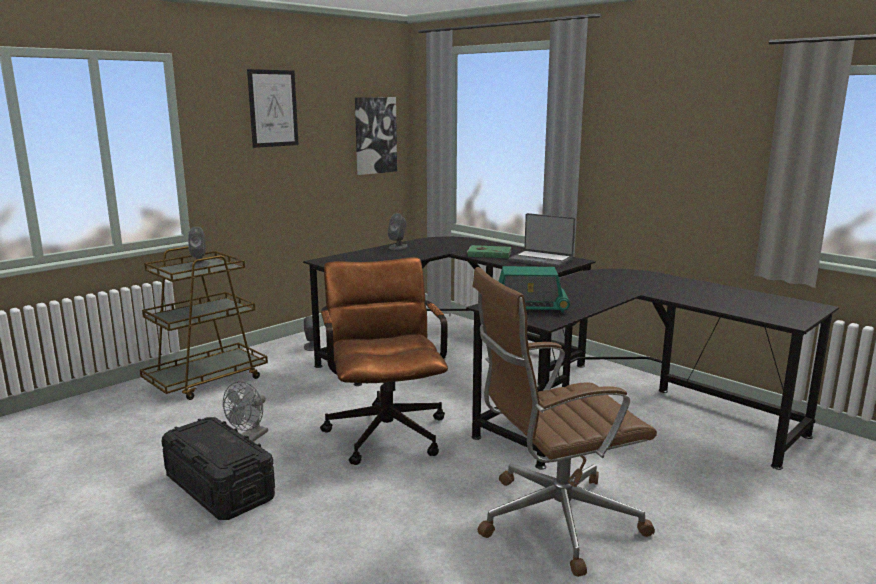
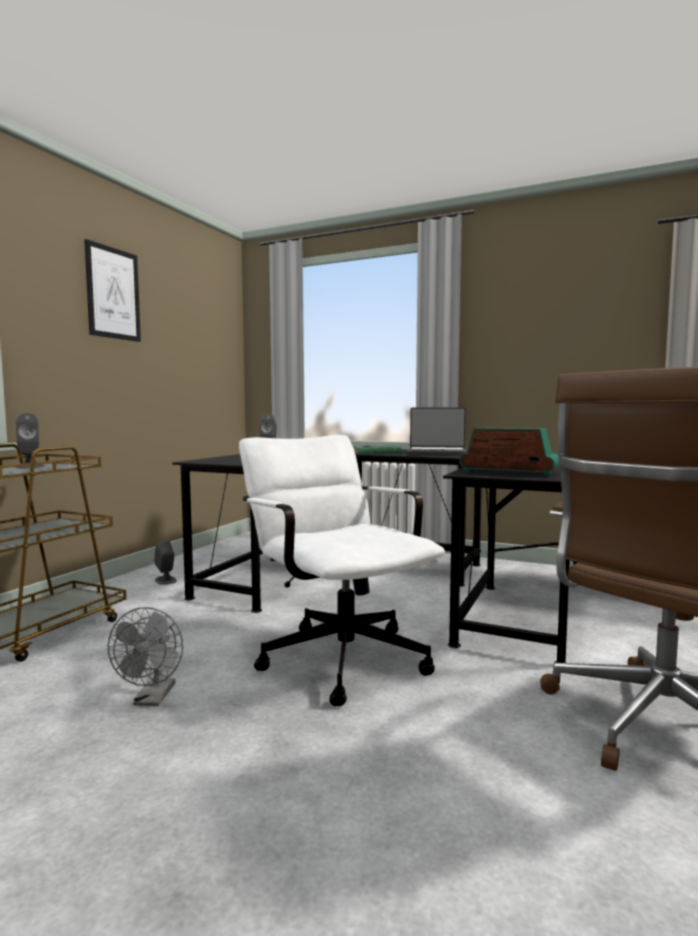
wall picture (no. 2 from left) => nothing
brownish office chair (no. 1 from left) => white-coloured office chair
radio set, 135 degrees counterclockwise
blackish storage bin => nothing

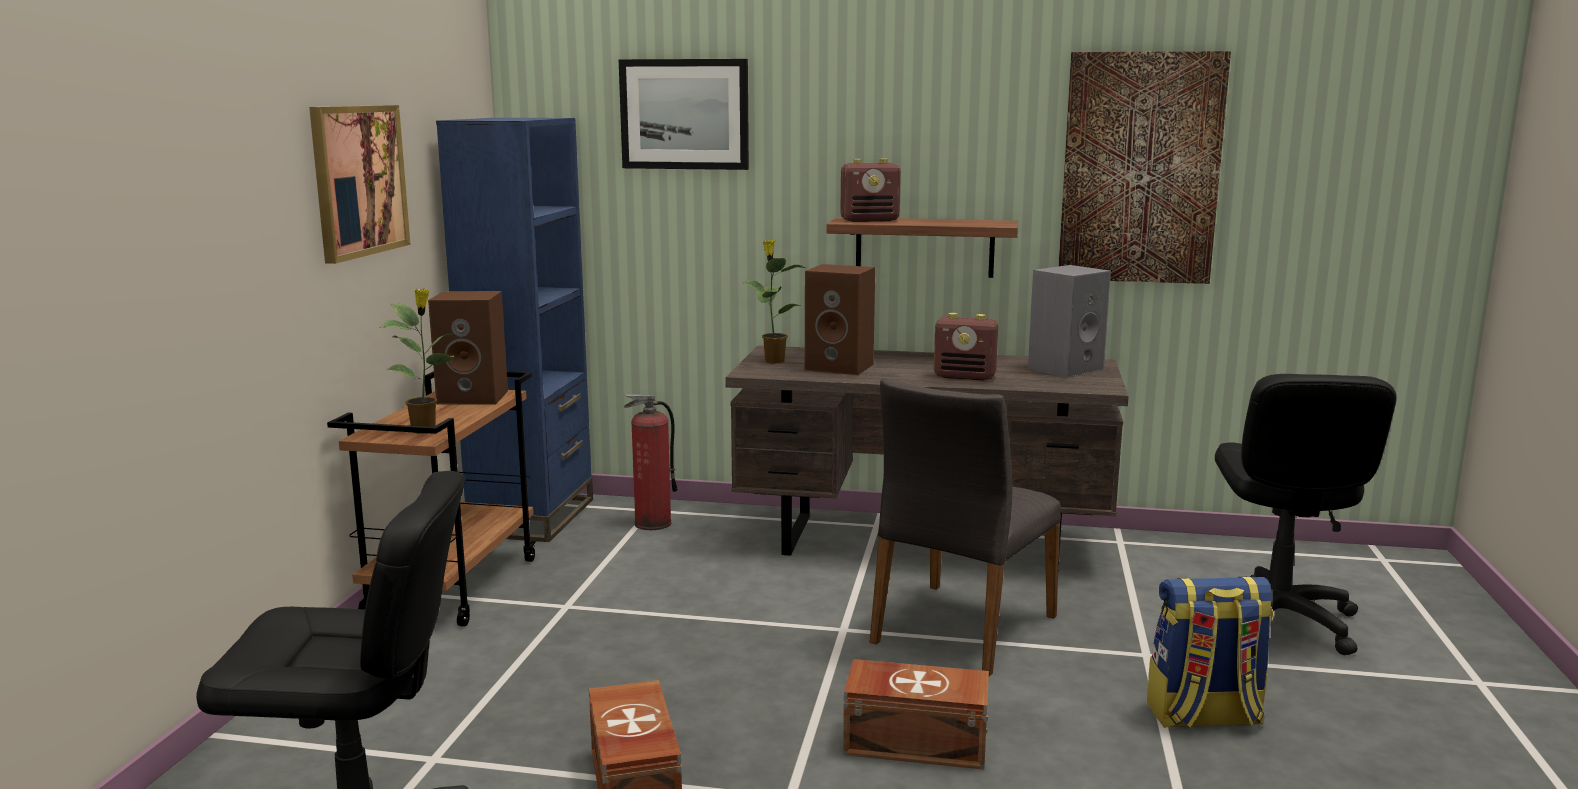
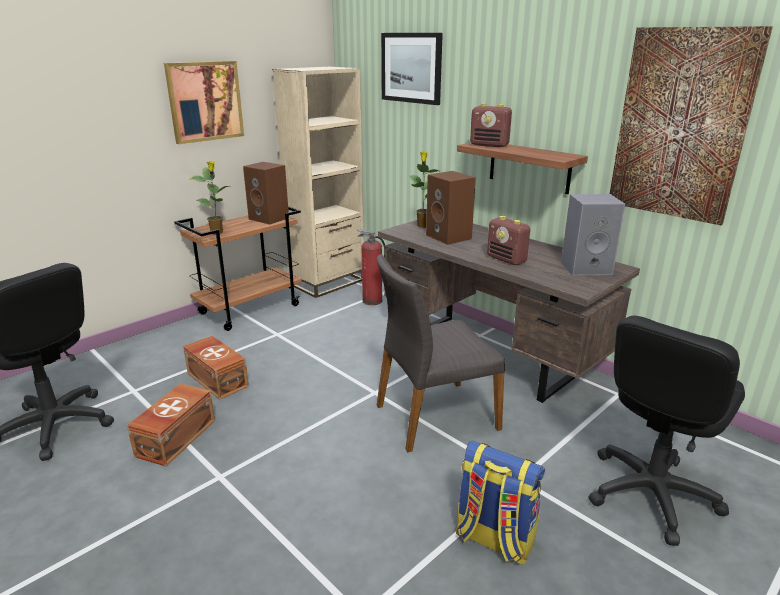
bluish bookcase => beige bookcase
brownish storage bin (no. 2 from left), relocated

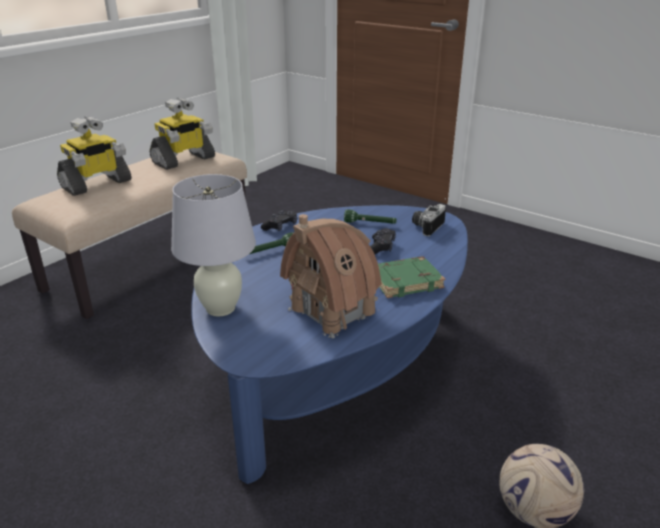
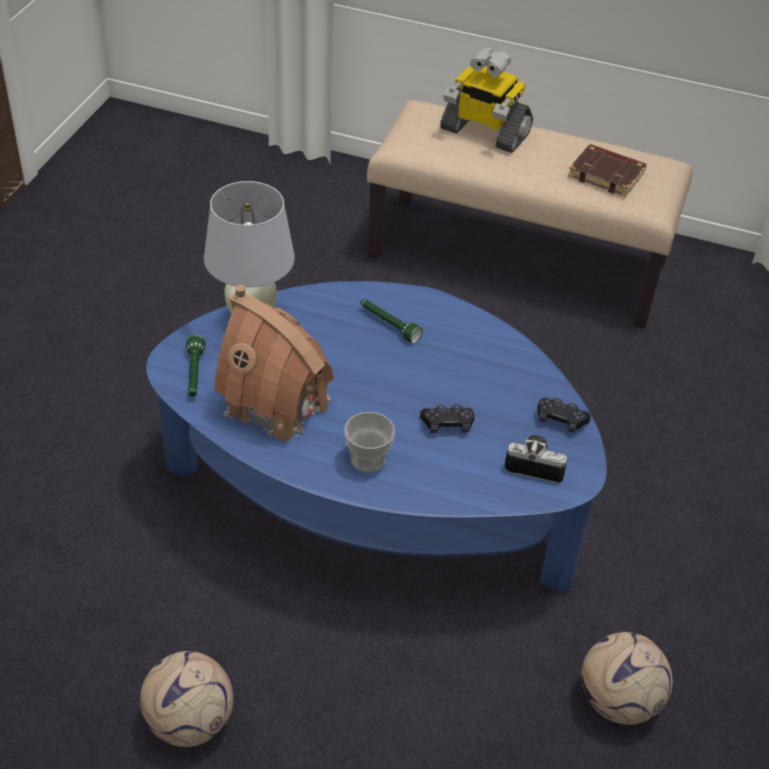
toy robot (no. 2 from left) => brownish bound book
green-coloured flashlight (no. 2 from left in the first image) => green-coloured flashlight (no. 1 from left), relocated
blackish gamepad (no. 1 from left in the first image) => blackish gamepad (no. 2 from left), relocated
green-coloured bound book => small cup
nothing => football ball (no. 2 from left)

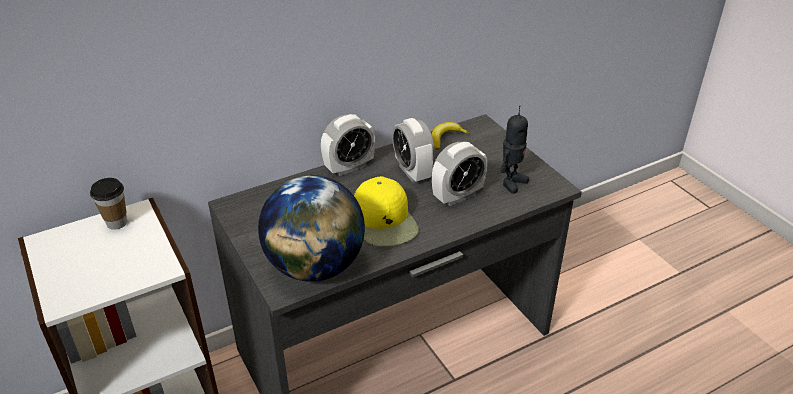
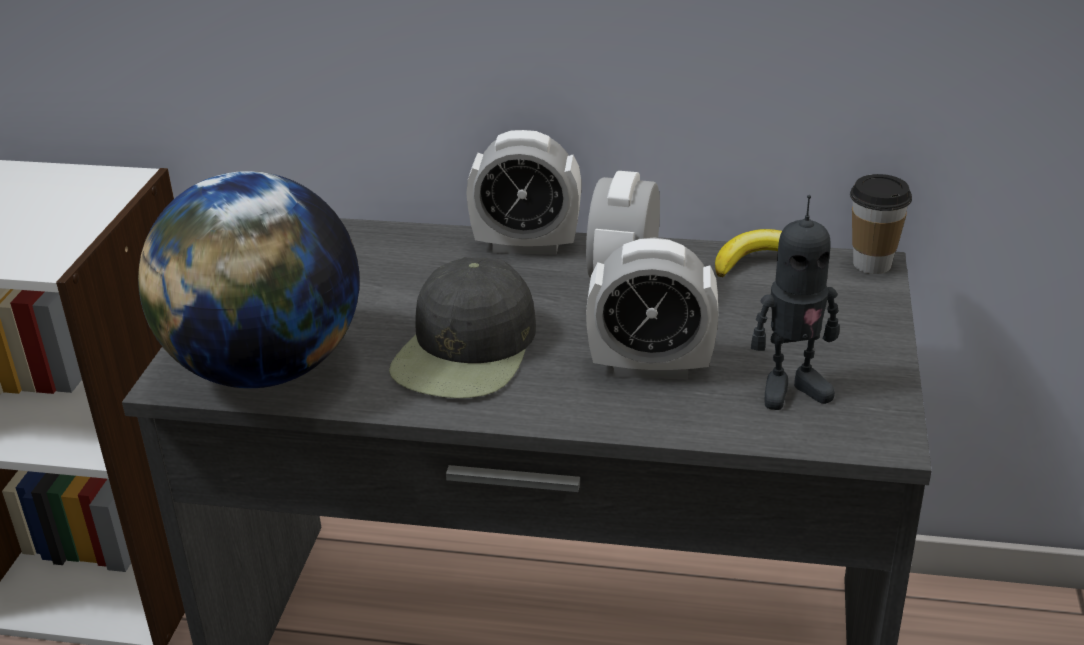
yellow cap => blackish cap
small cup, relocated

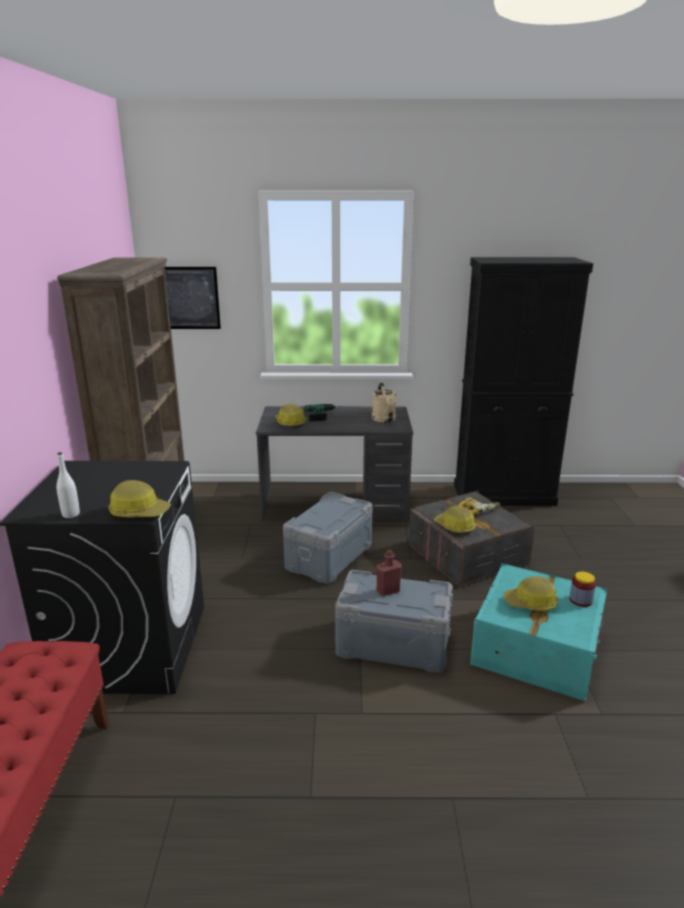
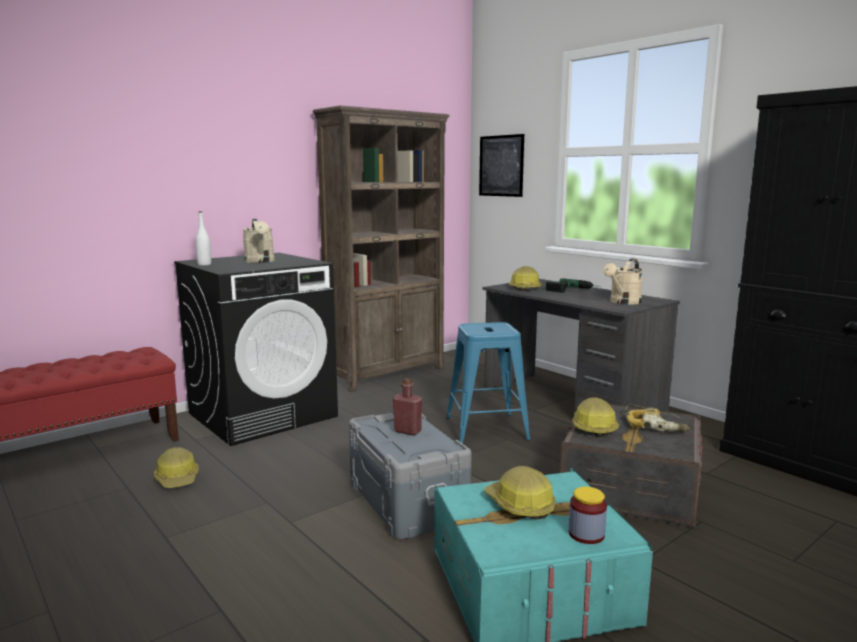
work helmet (no. 1 from left), relocated
greyish storage bin (no. 1 from left) => bluish stool seat
nothing => beige sprinkling can (no. 1 from left)

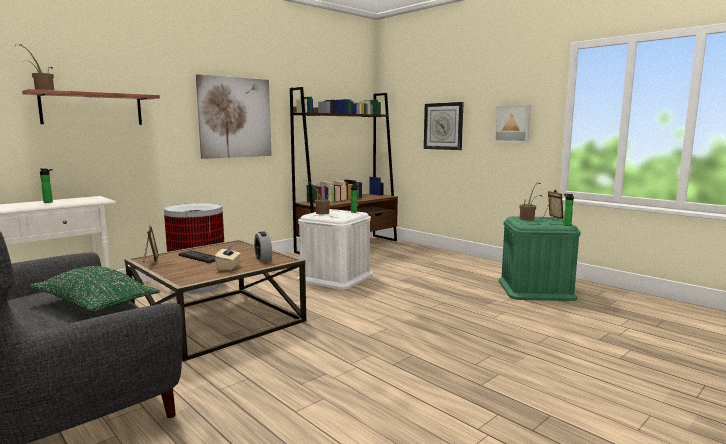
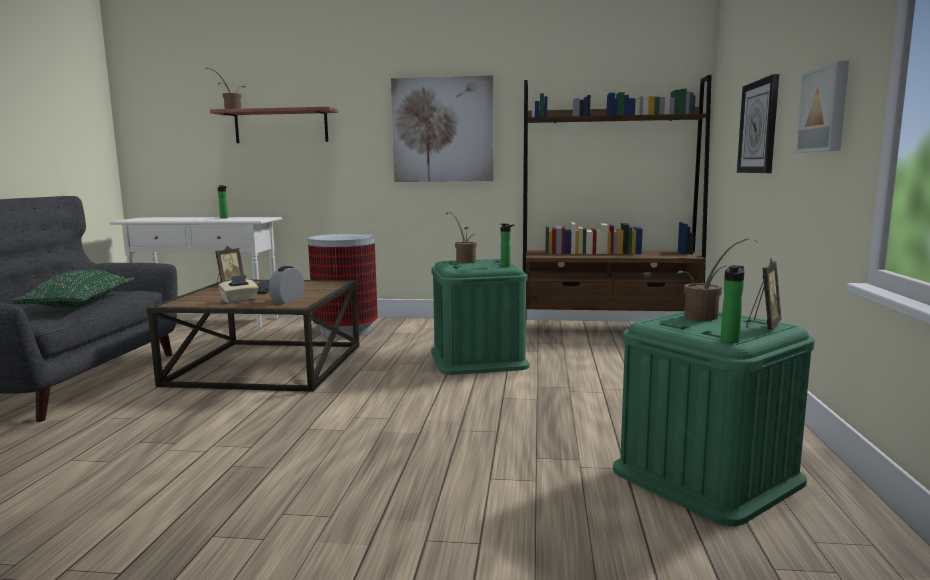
white-coloured storage bin => green-coloured storage bin (no. 1 from left)

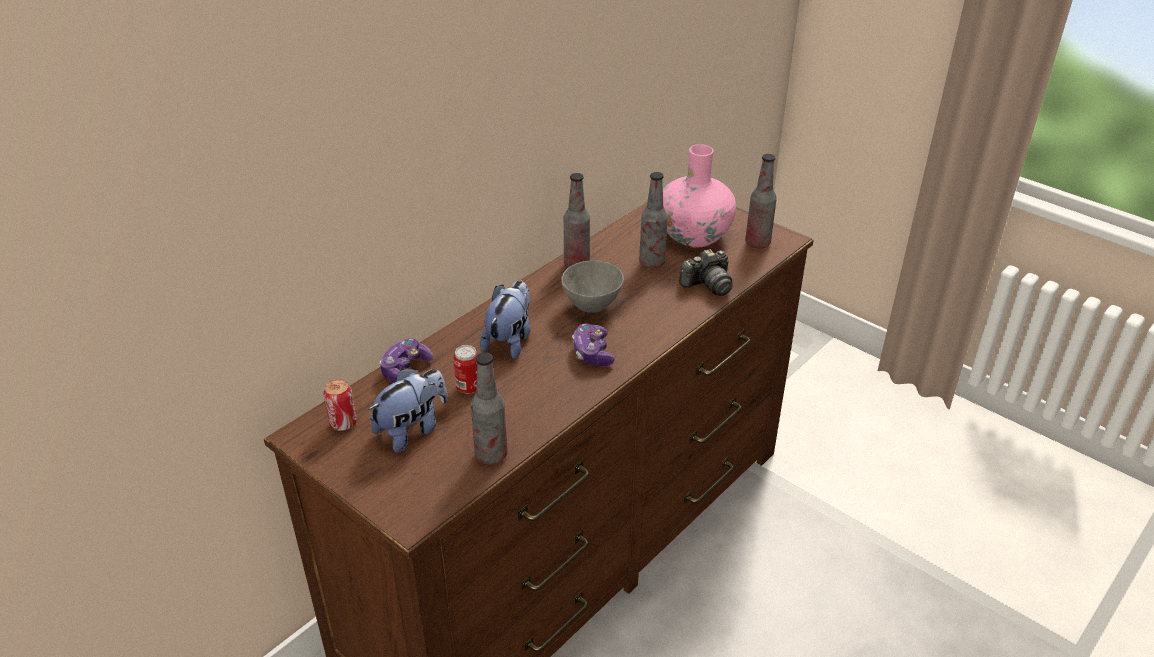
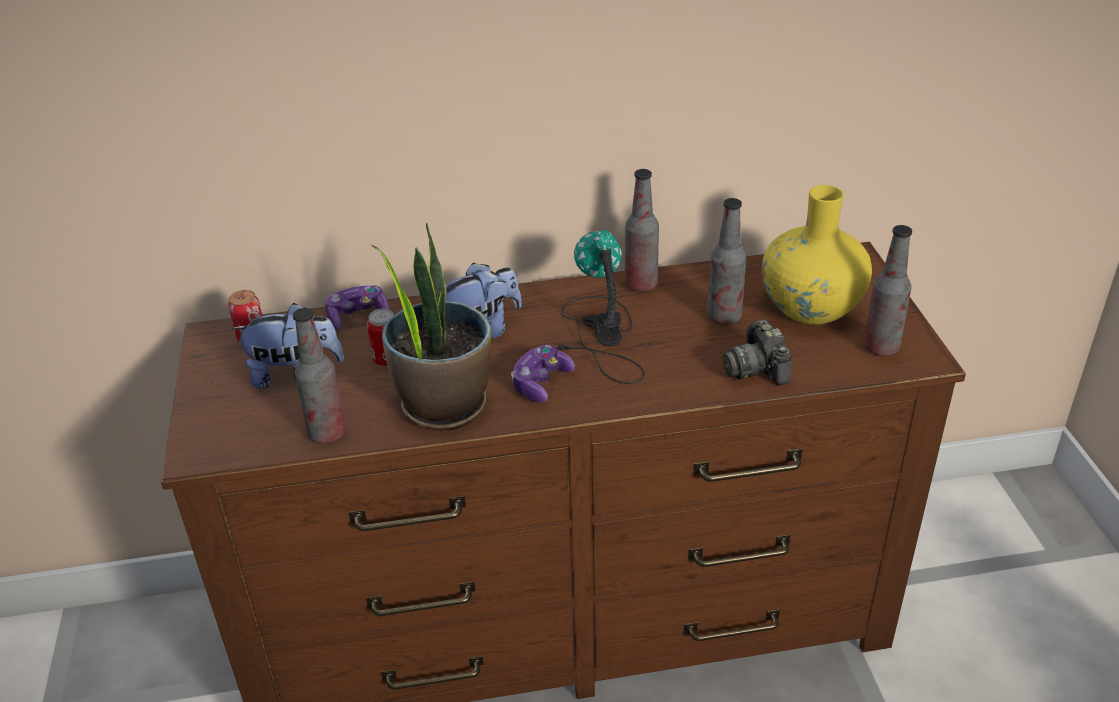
pinkish flower vase => yellow flower vase
still camera, 60 degrees clockwise
greyish bowl => tabletop lamp
nothing => potted plant

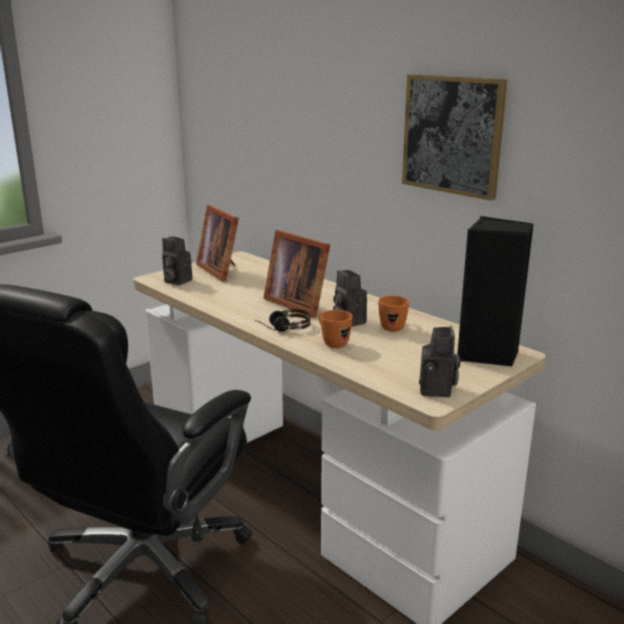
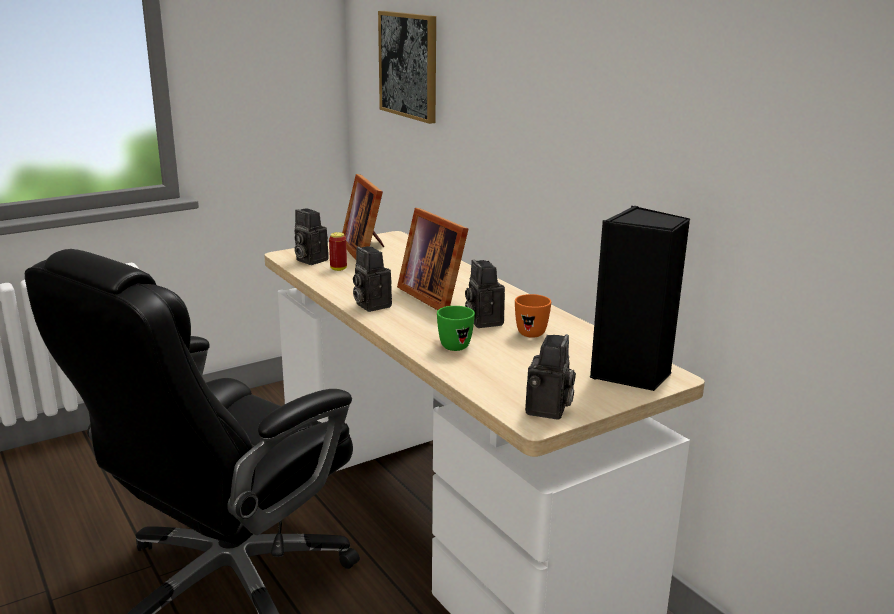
wall picture, relocated
headset => nothing
orange coffee mug (no. 1 from left) => green-coloured coffee mug
nothing => can
nothing => still camera (no. 2 from left)

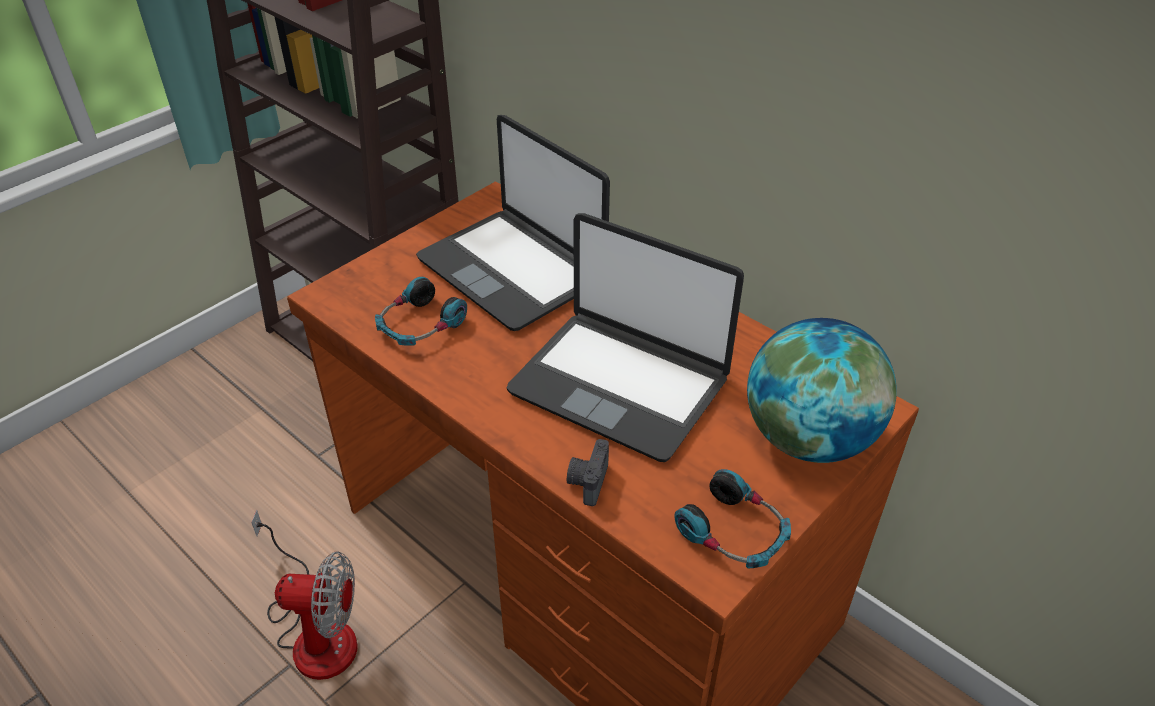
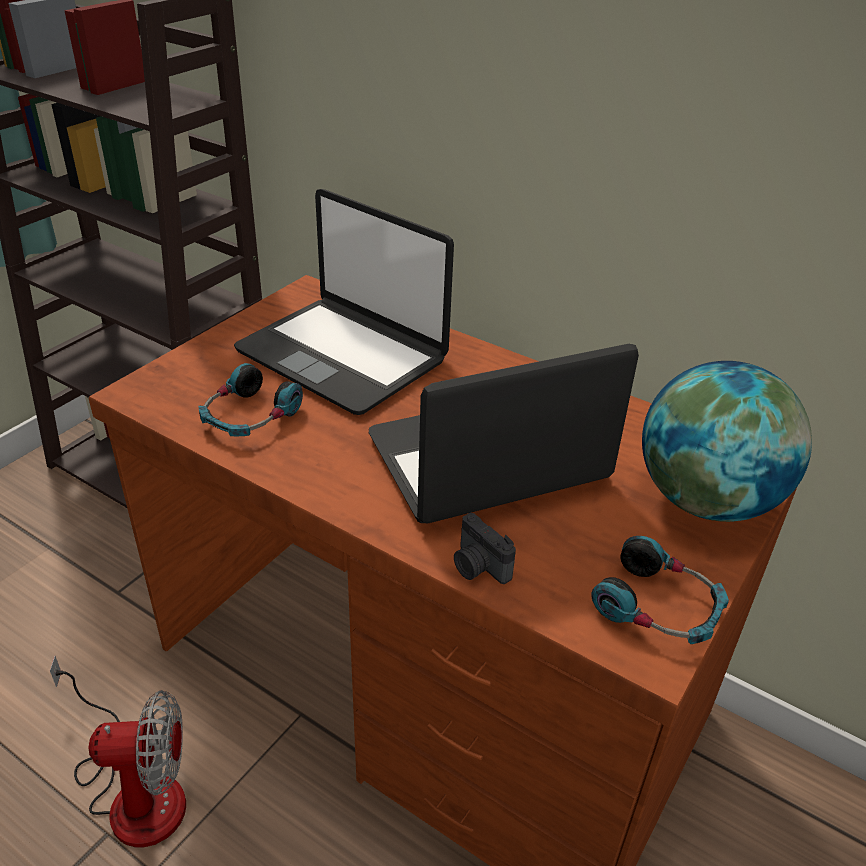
laptop (no. 2 from left), 135 degrees clockwise
still camera, 45 degrees counterclockwise

